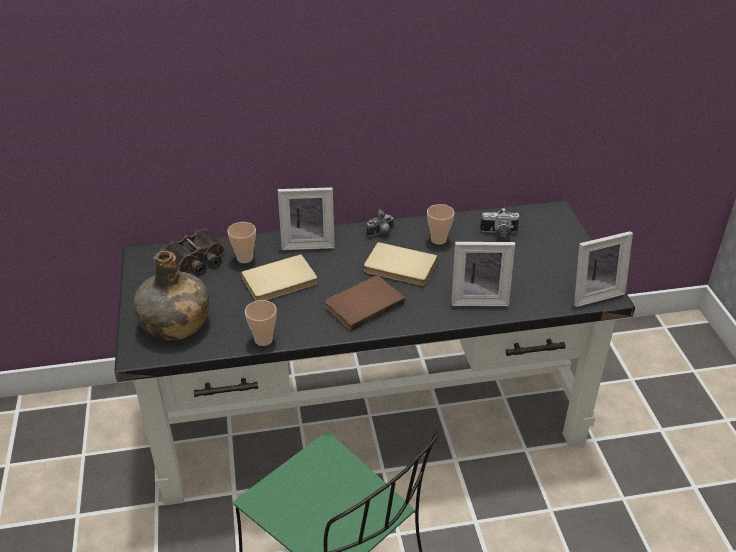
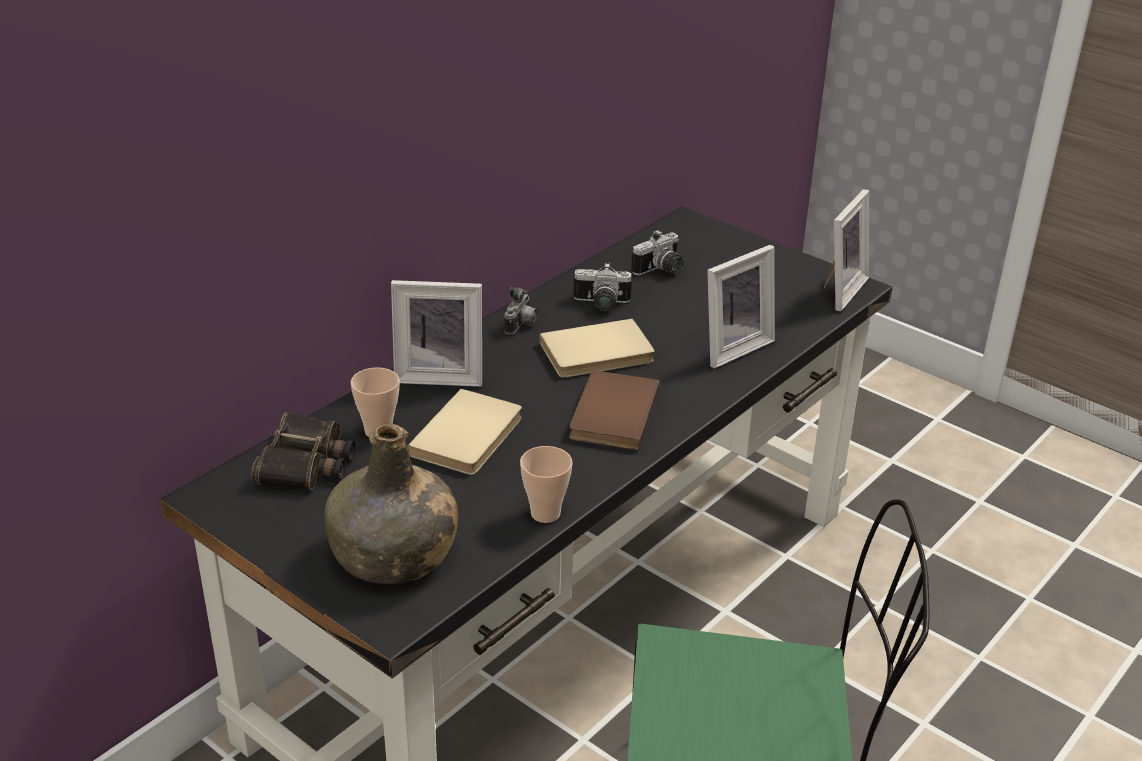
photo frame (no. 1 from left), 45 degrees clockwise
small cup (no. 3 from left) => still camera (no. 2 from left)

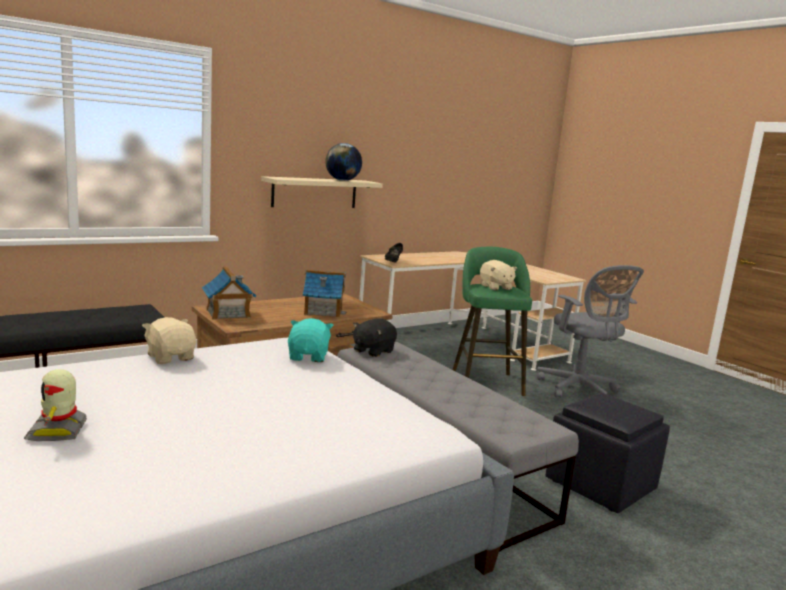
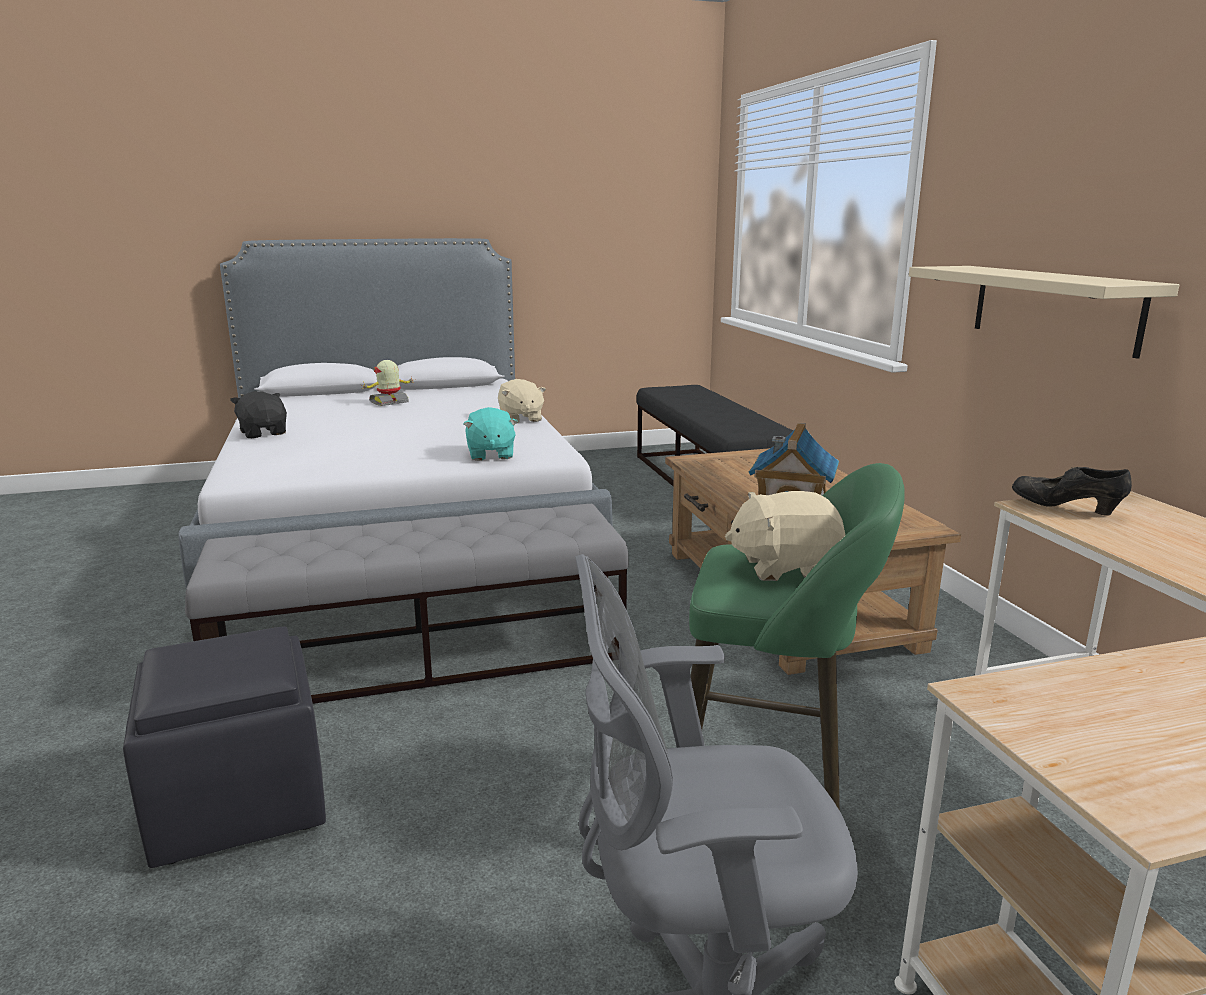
world globe => nothing
model house (no. 1 from left) => nothing
beige plush toy (no. 1 from left), 90 degrees clockwise
turquoise plush toy, 60 degrees clockwise
blackish plush toy, relocated
toy robot, 45 degrees counterclockwise

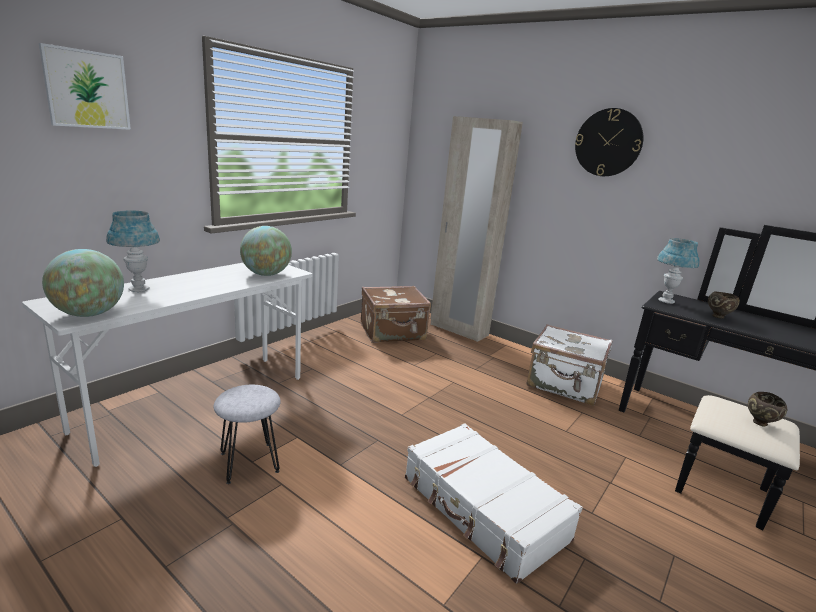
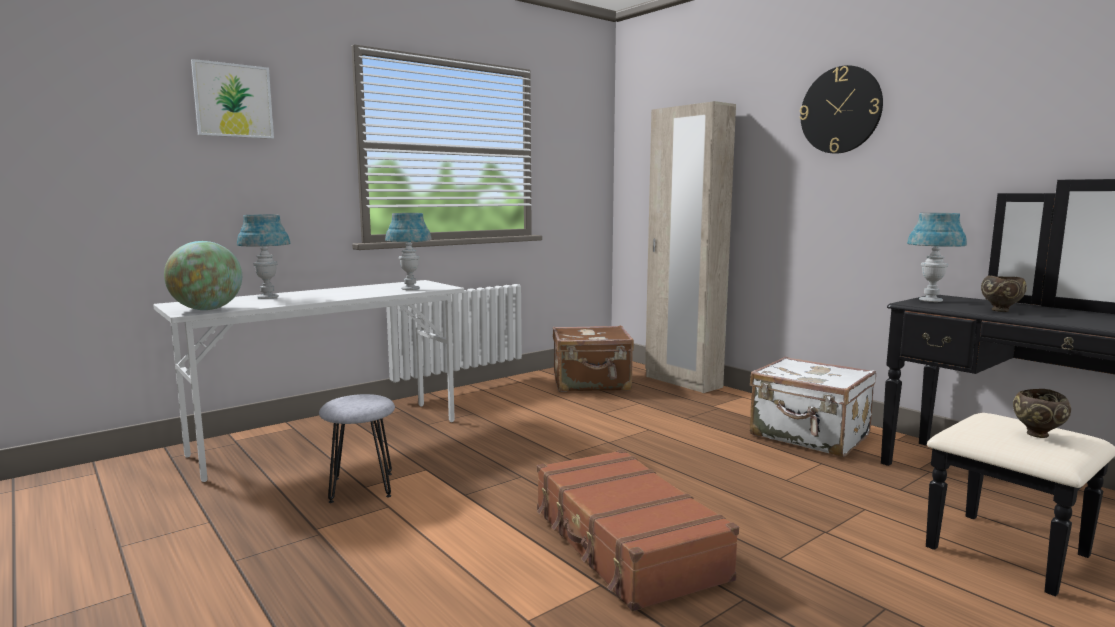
world globe (no. 2 from left) => bluish tabletop lamp (no. 2 from left)
white-coloured suitcase (no. 1 from left) => brownish suitcase (no. 2 from left)

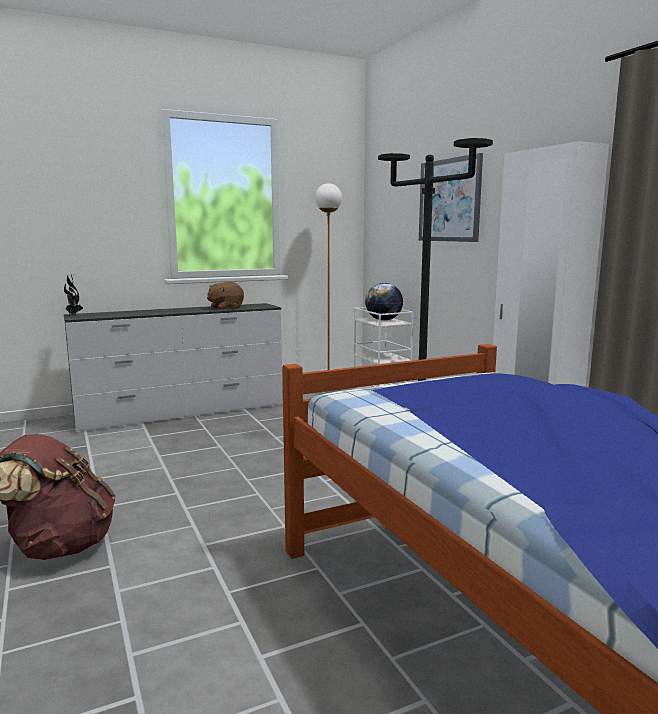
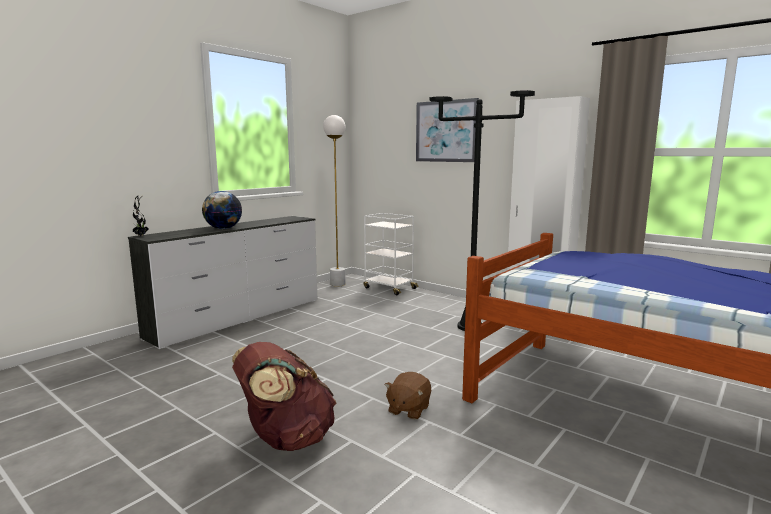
brownish plush toy, relocated
world globe, relocated

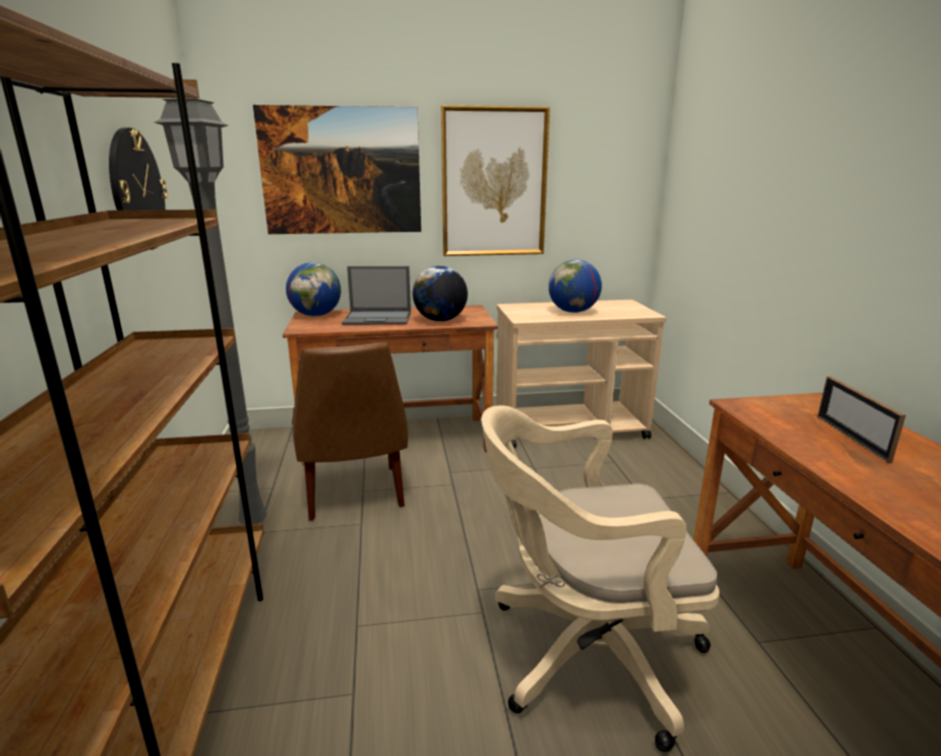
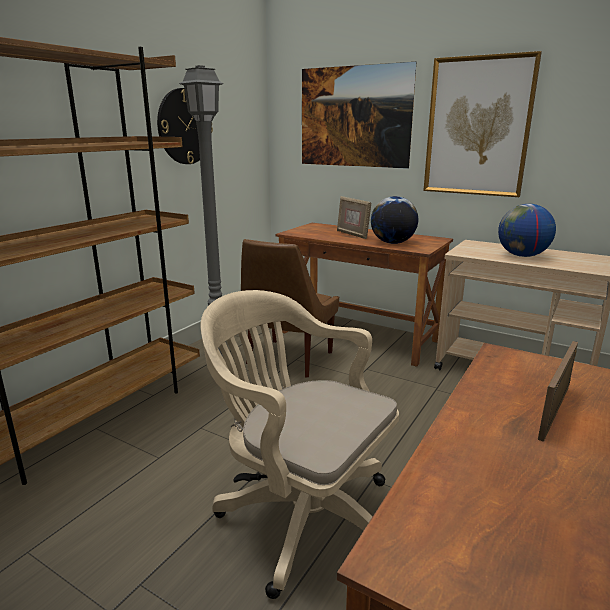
world globe (no. 1 from left) => nothing
laptop => photo frame (no. 1 from left)

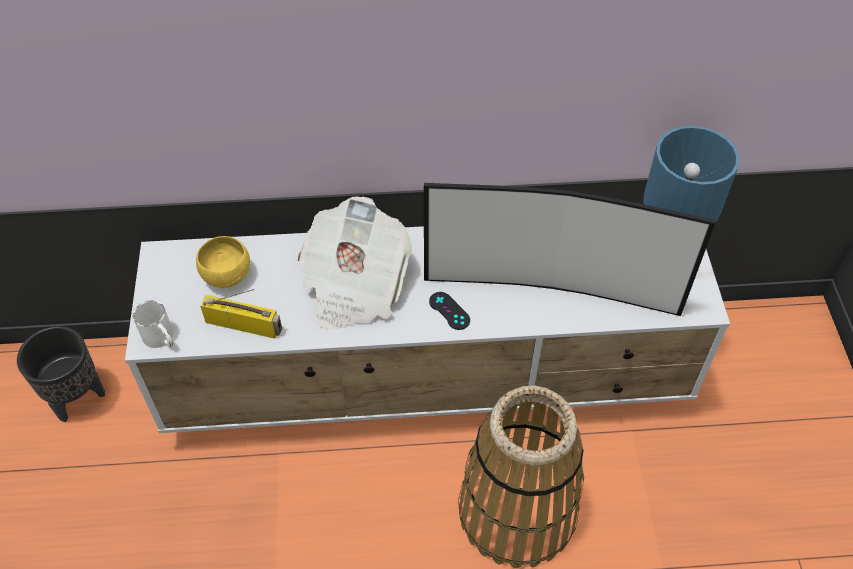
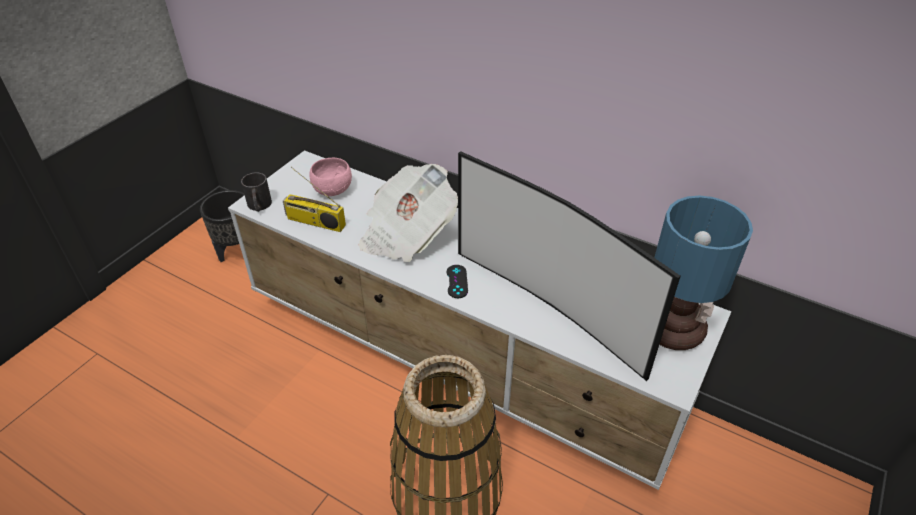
yellow bowl => pinkish bowl
radio set, 150 degrees clockwise
white-coloured coffee mug => blackish coffee mug

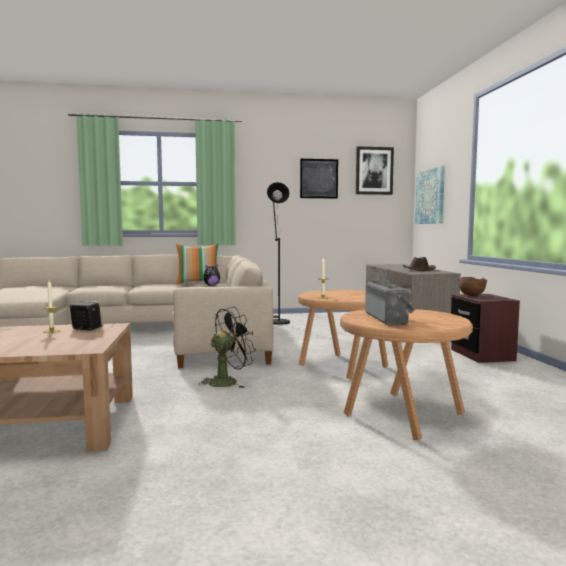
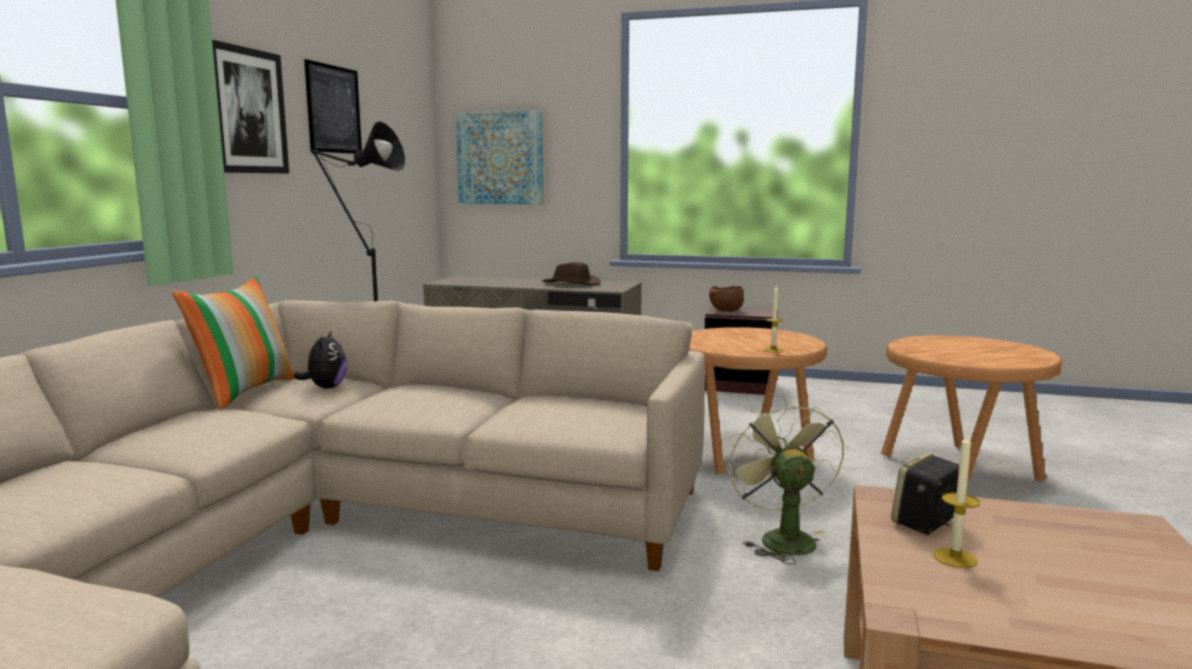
wall picture (no. 2 from left in the first image) => wall picture (no. 1 from left), relocated
radio set => nothing
blackish fan => green-coloured fan

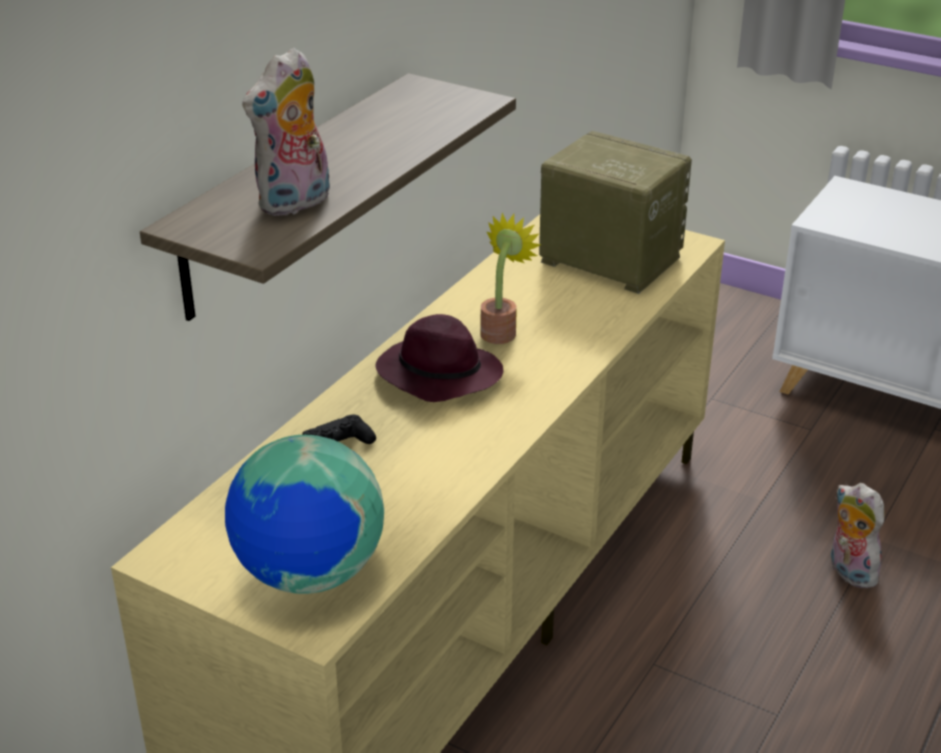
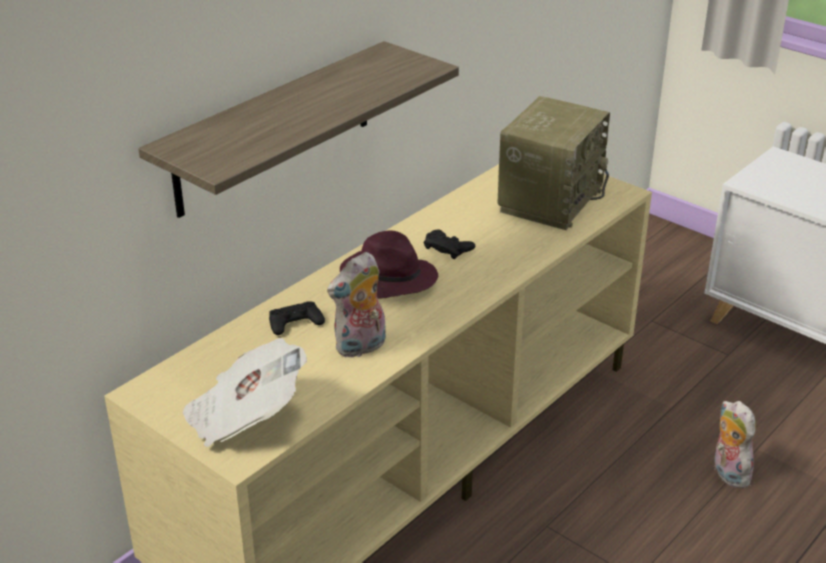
plush toy (no. 1 from left), relocated
radio set, 75 degrees clockwise
potted plant => blackish gamepad (no. 2 from left)
world globe => printed paper

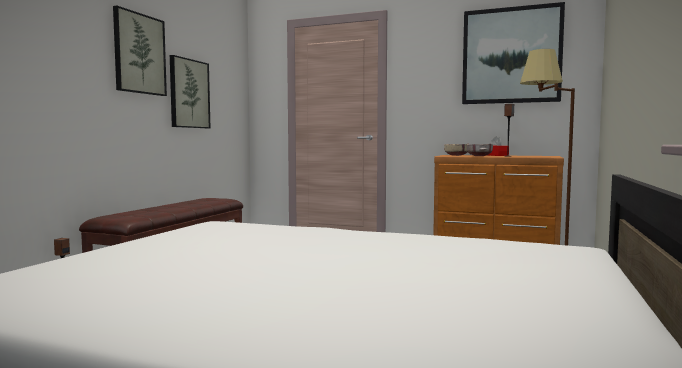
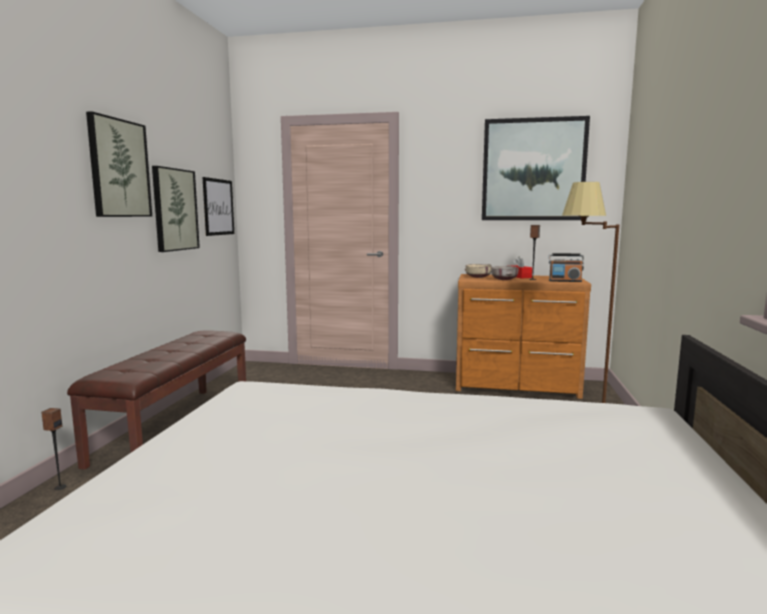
nothing => wall picture (no. 3 from left)
nothing => radio set

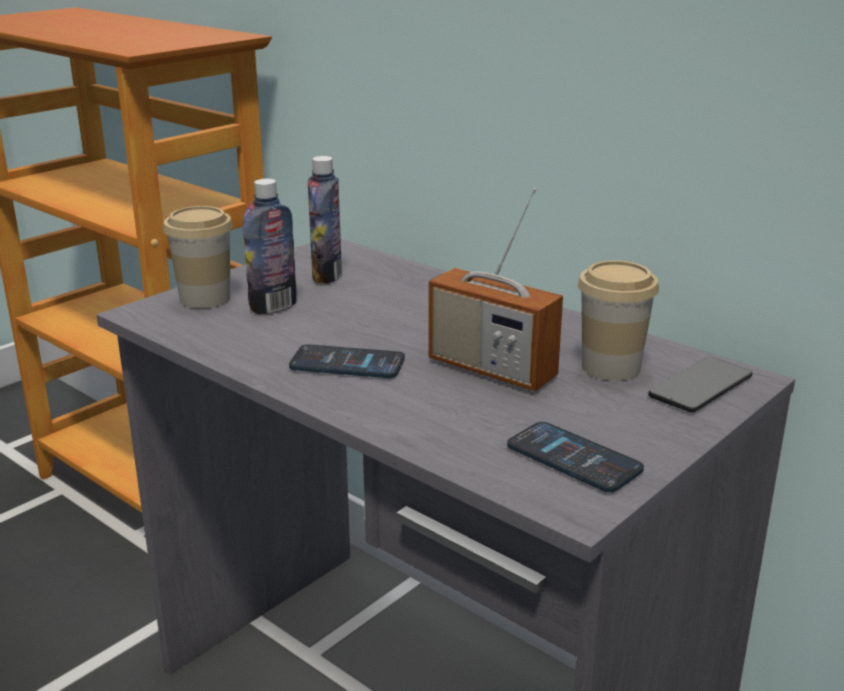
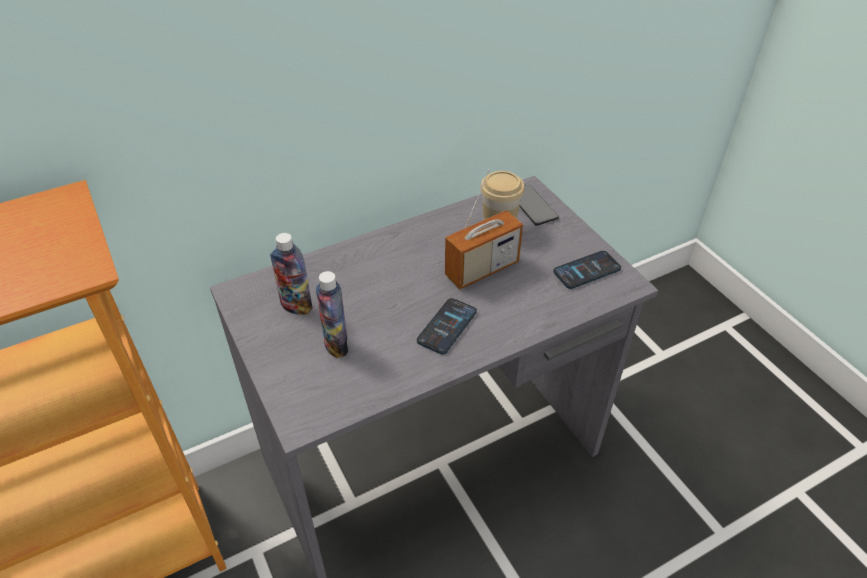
small cup (no. 1 from left) => nothing

